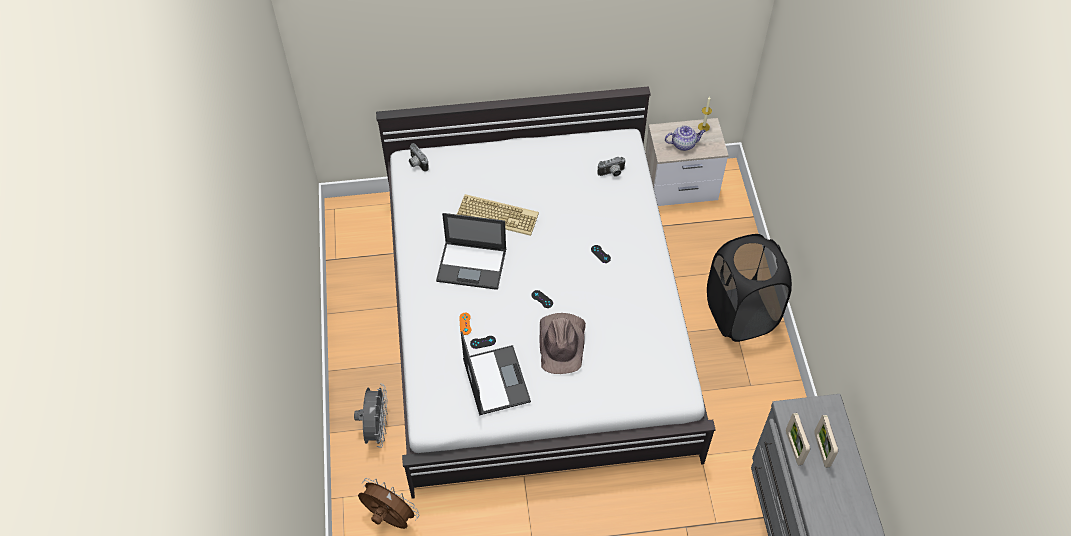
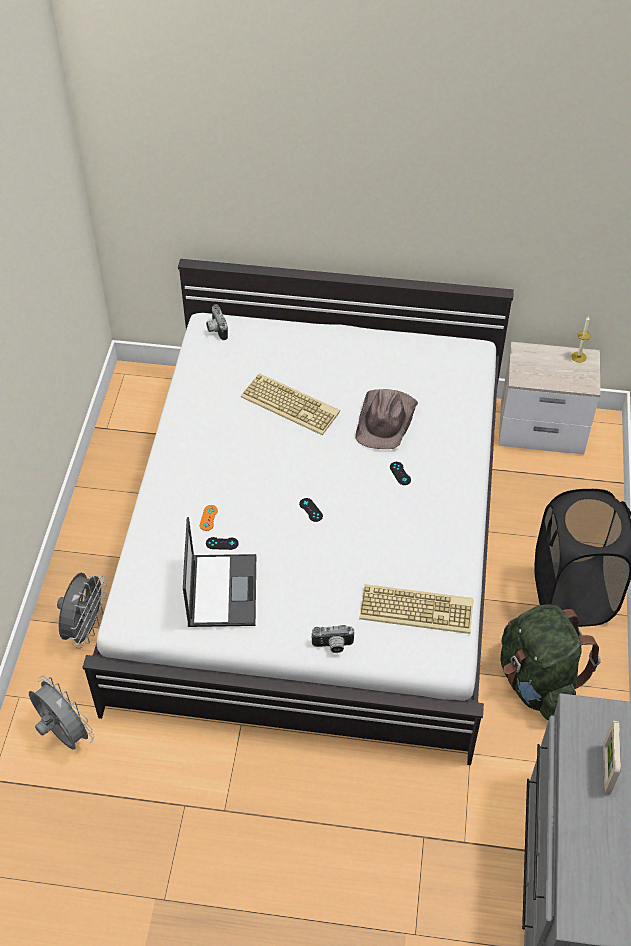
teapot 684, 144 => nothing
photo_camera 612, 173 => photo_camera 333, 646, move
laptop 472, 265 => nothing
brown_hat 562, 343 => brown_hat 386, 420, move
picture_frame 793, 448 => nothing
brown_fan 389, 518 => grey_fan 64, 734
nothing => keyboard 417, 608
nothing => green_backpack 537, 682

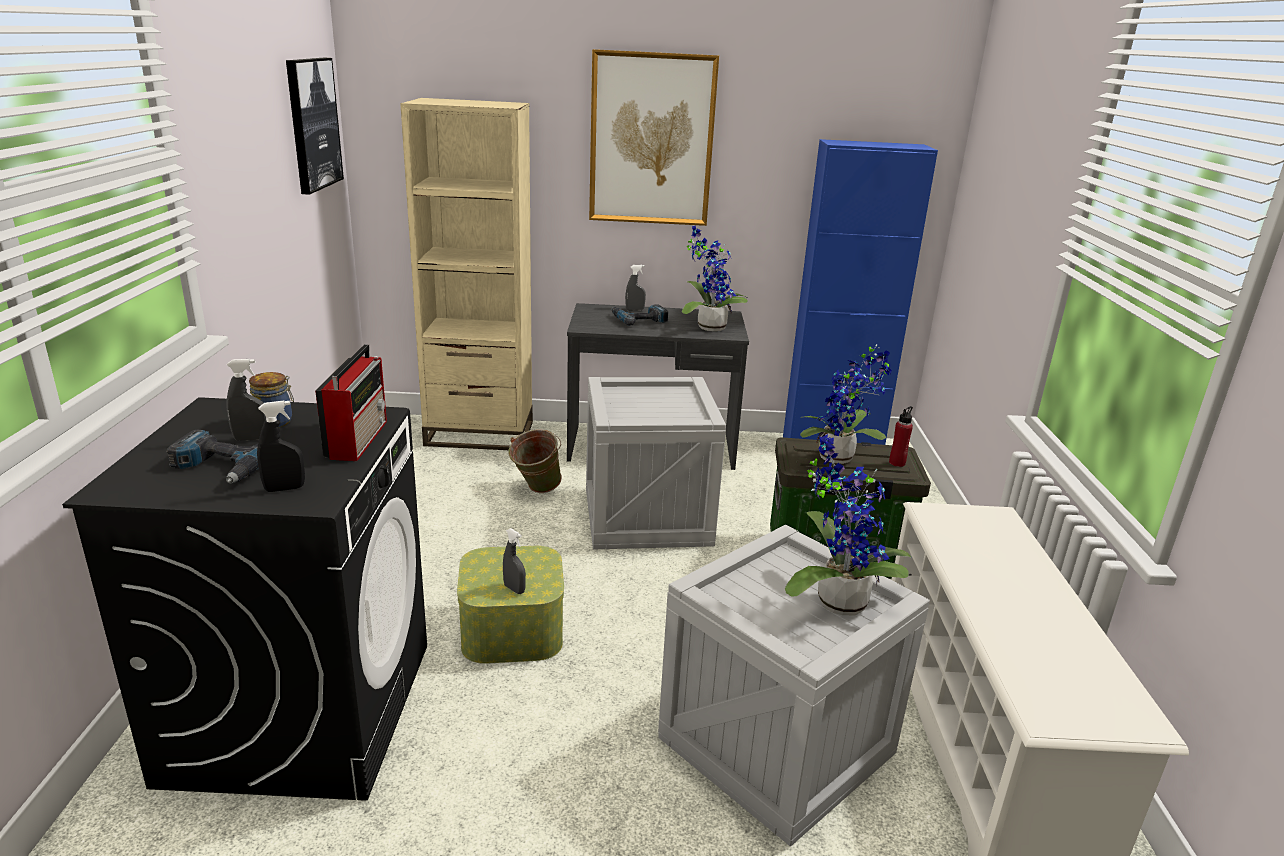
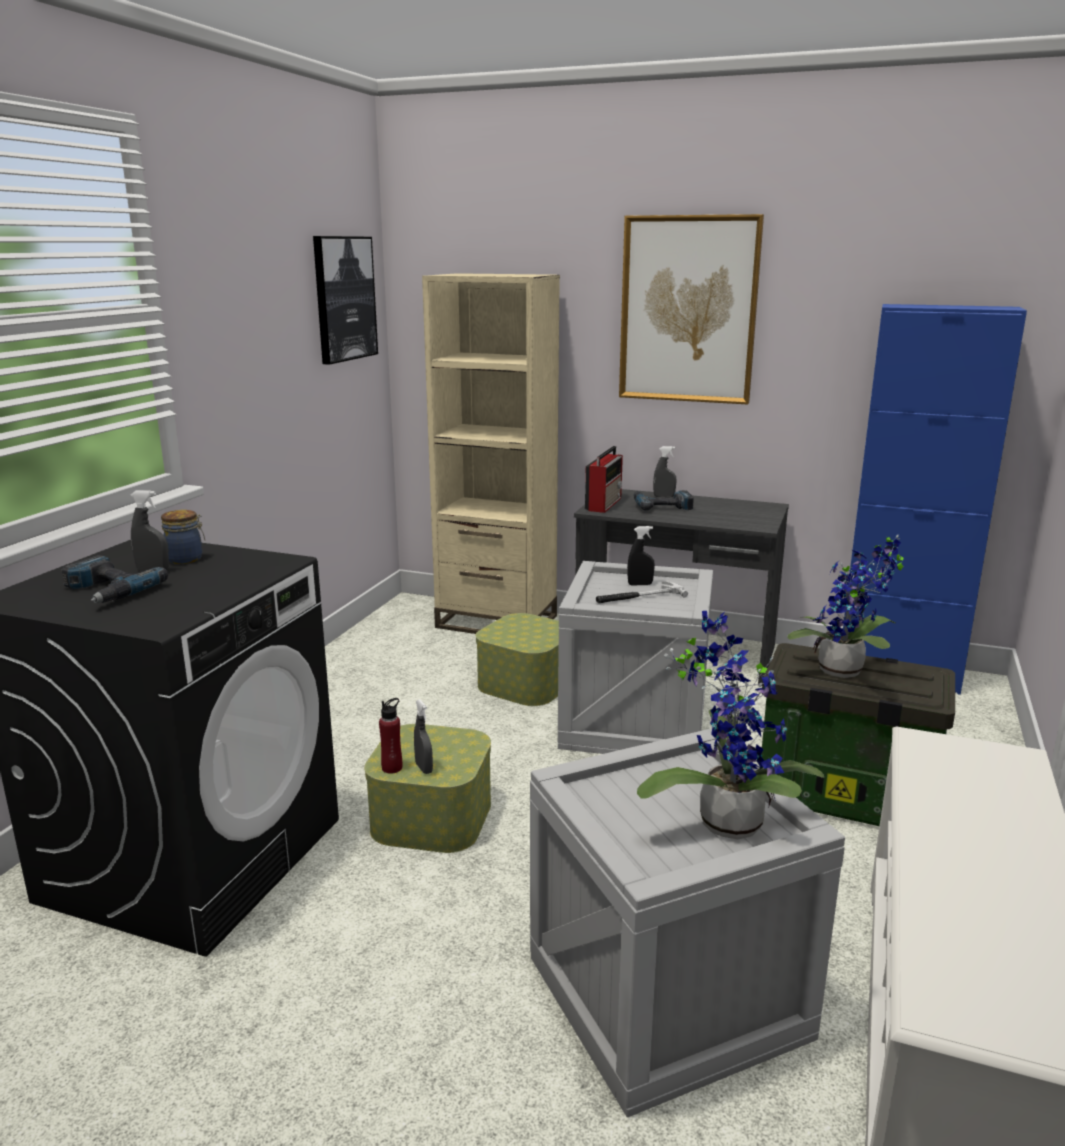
potted_plant 708, 327 => nothing
radio 358, 438 => radio 604, 504, move
black_spray_bottle 284, 489 => black_spray_bottle 640, 584, move
red_bottle 897, 463 => red_bottle 392, 768, move
green_bucket 536, 491 => storage_box 526, 683
nothing => hammer 639, 597

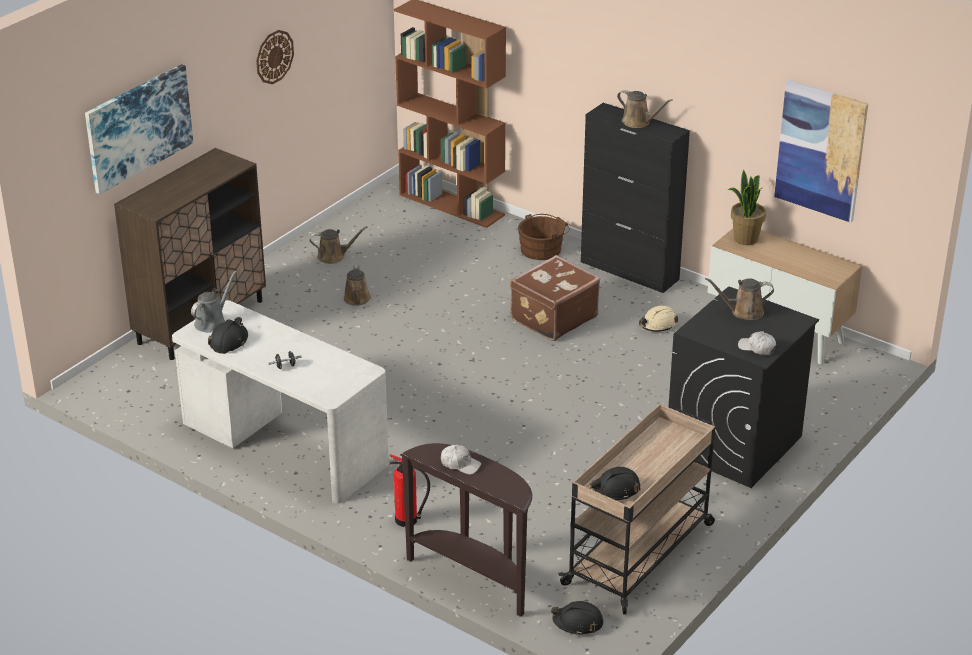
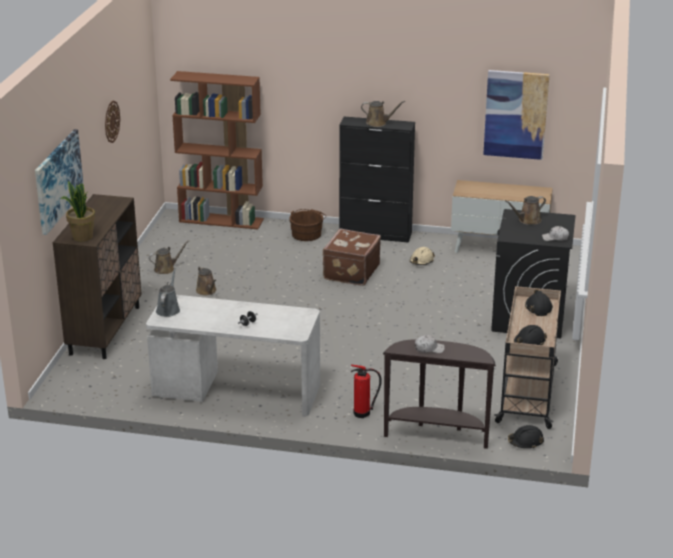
potted_plant 745, 239 => potted_plant 82, 237, move
black_hard_hat 229, 342 => black_hard_hat 538, 308, move

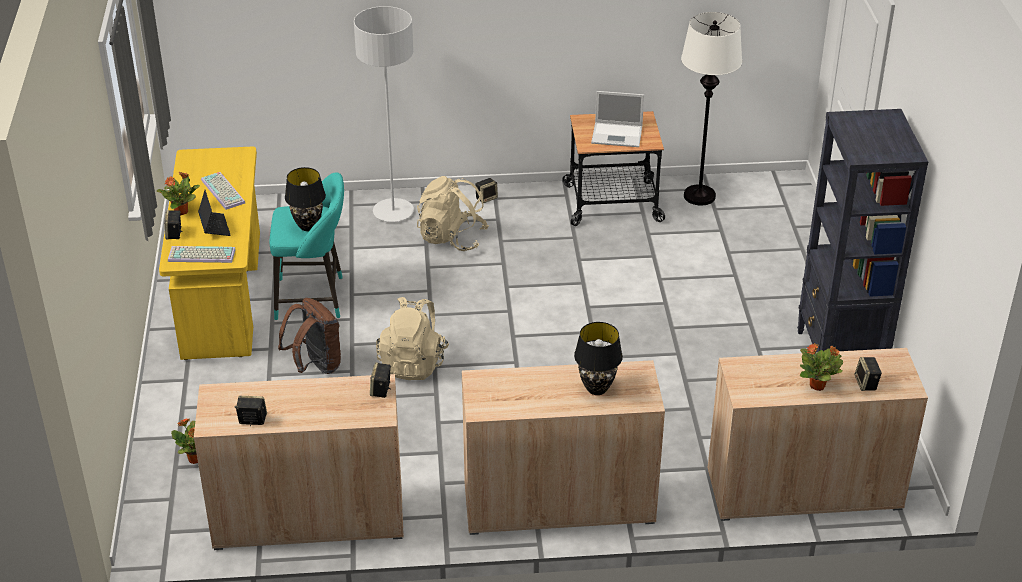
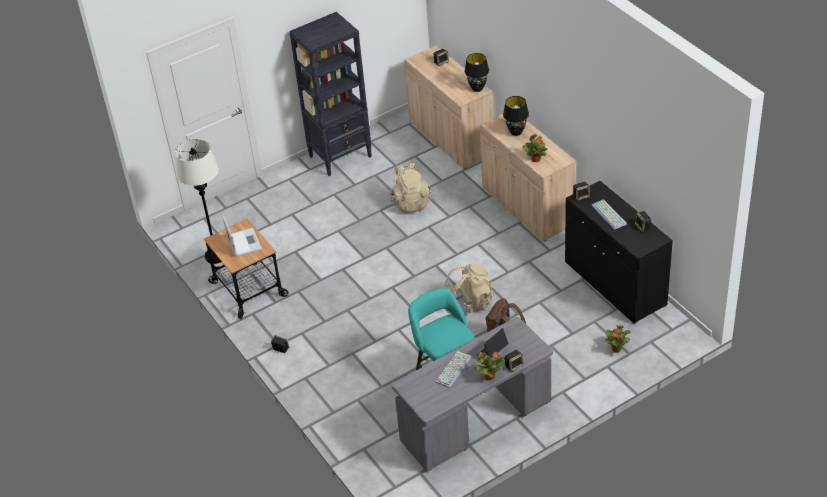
grey_floor_lamp 393, 212 => nothing
yellow_desk 222, 295 => grey_desk 476, 422
black_table_lamp 308, 226 => black_table_lamp 477, 88, move
beige_backpack 452, 238 => beige_backpack 410, 202, move
keyboard 200, 256 => keyboard 610, 215, move
potted_plant 818, 386 => potted_plant 535, 159, move
beige_cabinet 309, 517 => black_cabinet 614, 284

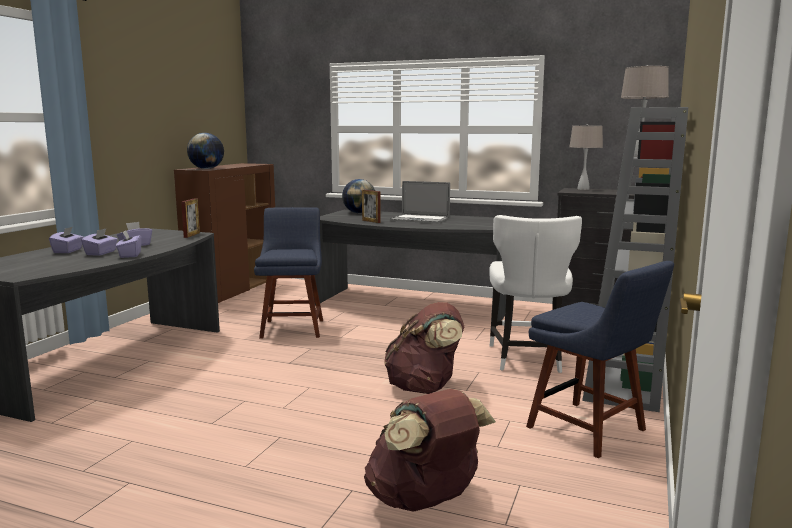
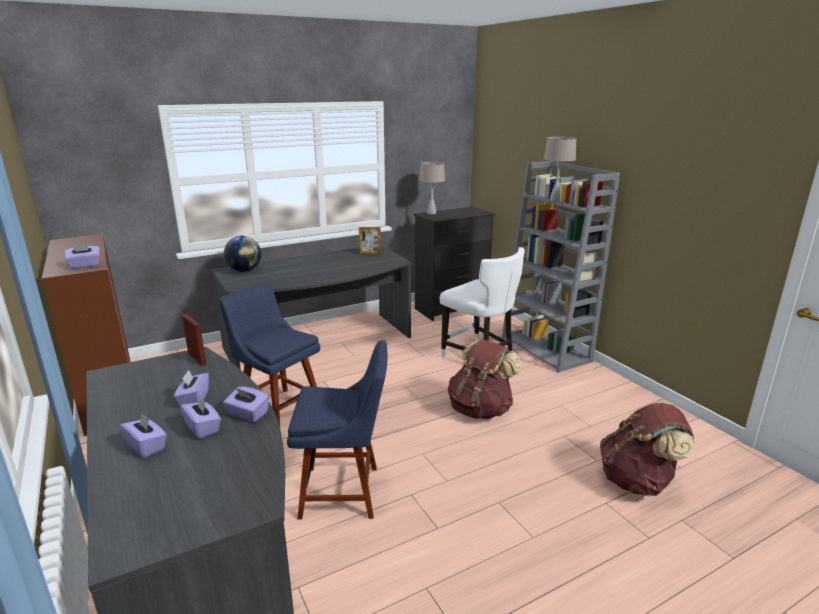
globe 206, 169 => purple_tissue_box 85, 265
laptop 420, 219 => nothing
picture_frame 371, 221 => picture_frame 370, 254, move
blue_chair 591, 430 => blue_chair 345, 491, move

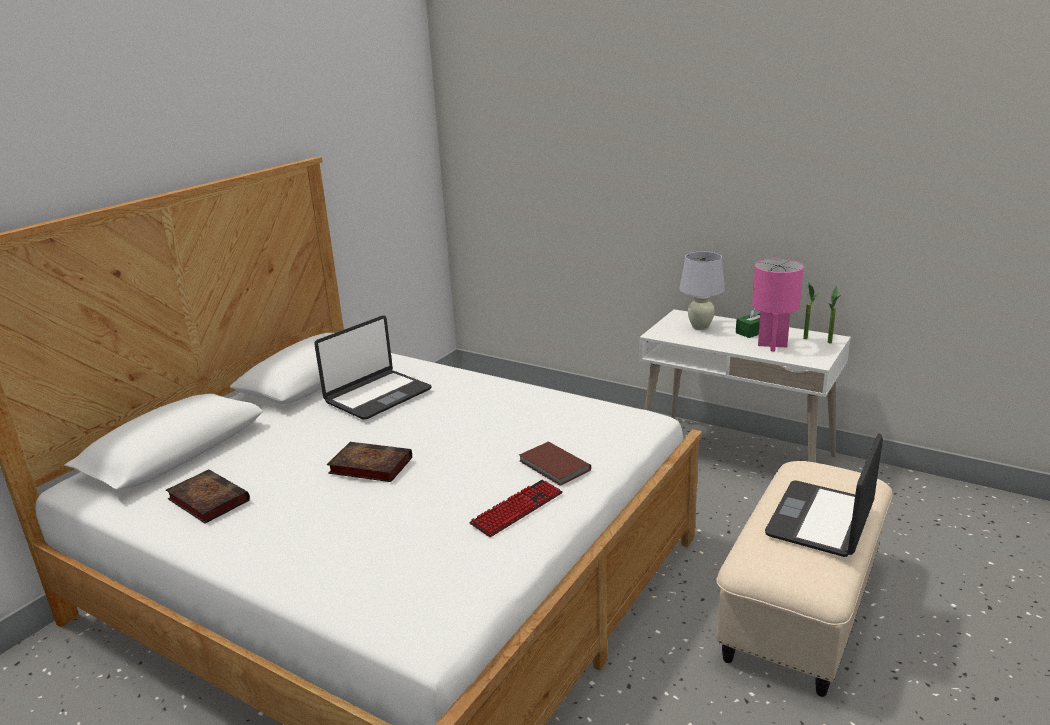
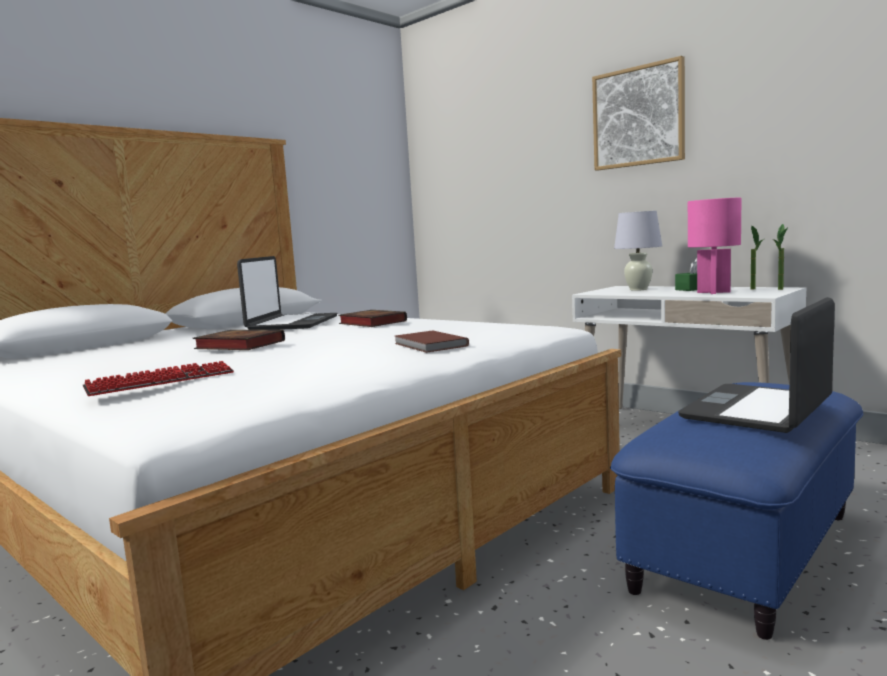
laptop 377, 395 => laptop 292, 324, 45 degrees counterclockwise
beige_ottoman 803, 610 => blue_ottoman 747, 552
book 206, 500 => book 370, 323, move
keyboard 517, 509 => keyboard 161, 381, move
nothing => picture 638, 117

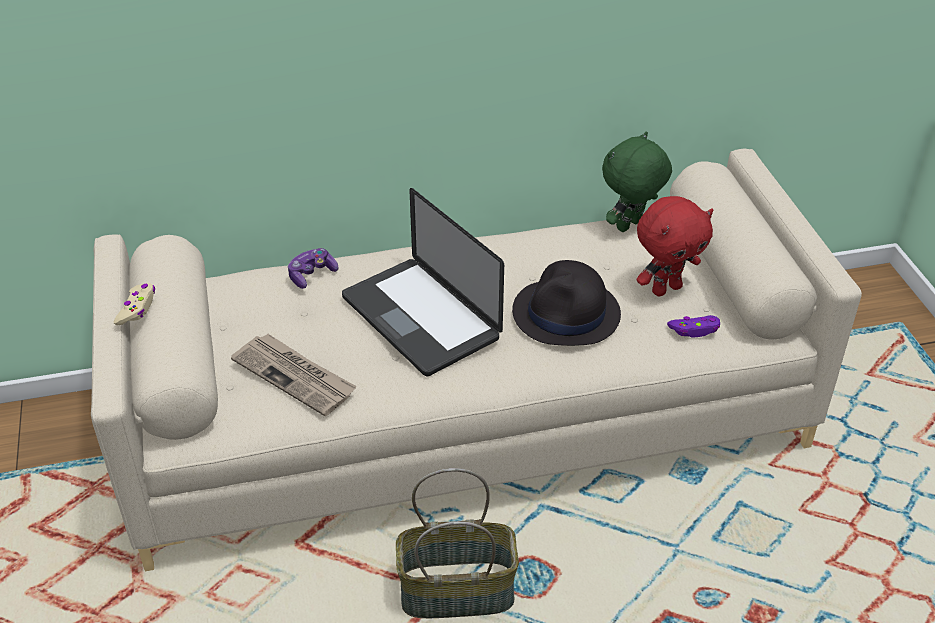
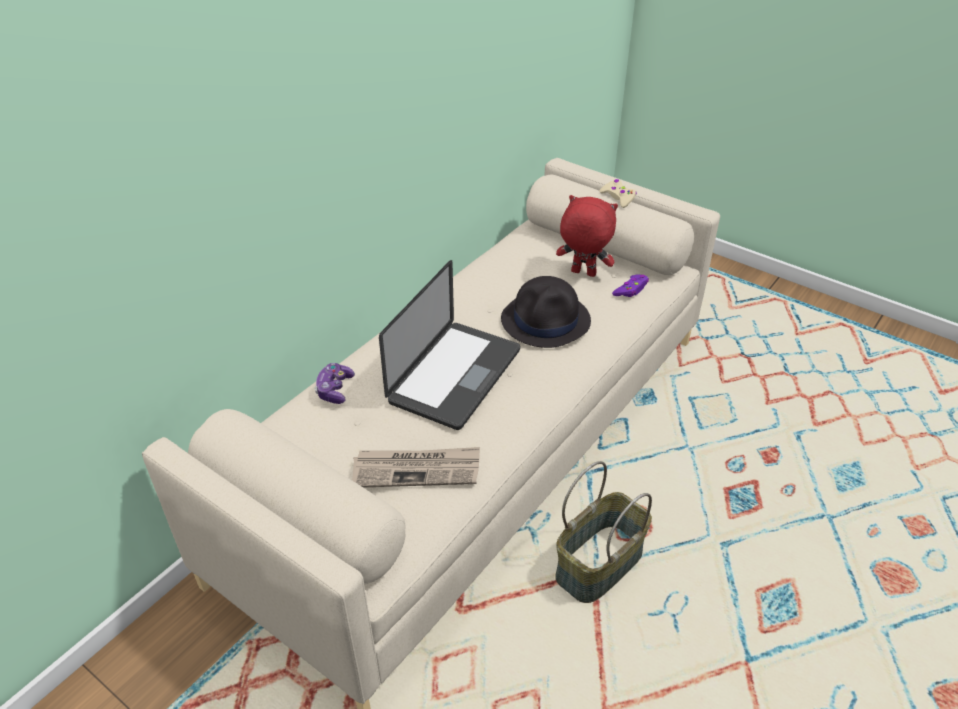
green_plush_toy 630, 226 => nothing
laptop 420, 318 => laptop 455, 376, 75 degrees counterclockwise
red_plush_toy 666, 288 => red_plush_toy 582, 274, 90 degrees counterclockwise
beige_game_controller 137, 309 => beige_game_controller 618, 197, move

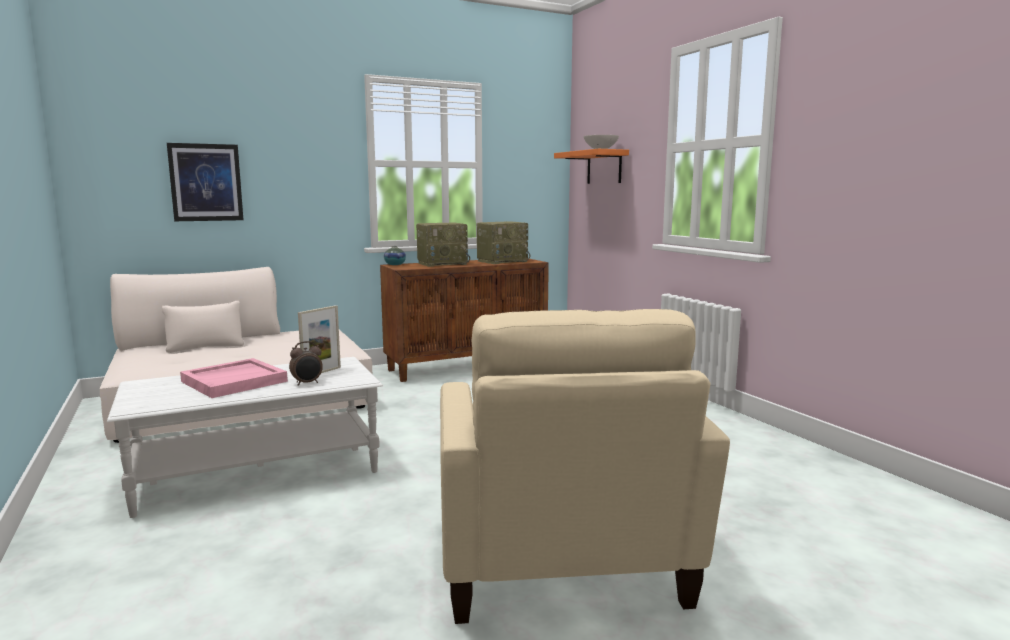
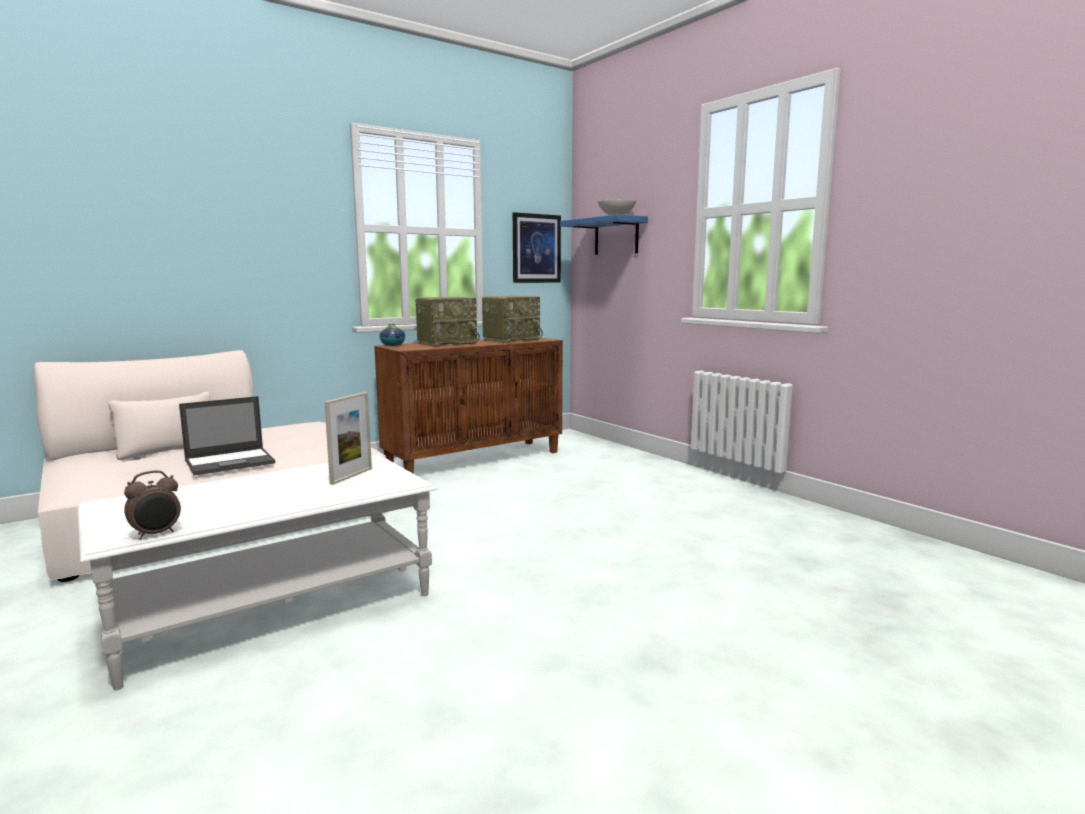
picture 206, 182 => picture 536, 248, move
orange_shelf 604, 167 => blue_shelf 616, 236
beige_armchair 560, 564 => nothing
alarm_clock 307, 383 => alarm_clock 156, 534, move
pink_tray 234, 381 => nothing
nothing => laptop 231, 462

